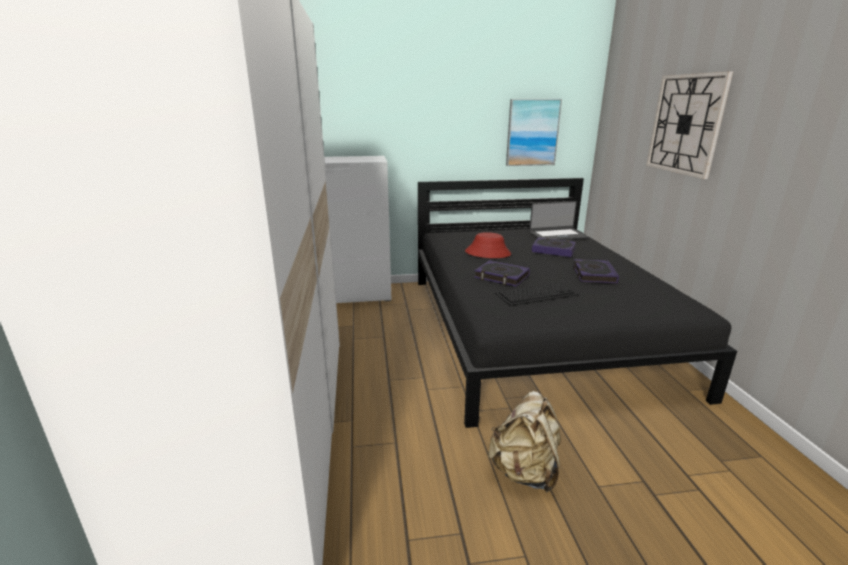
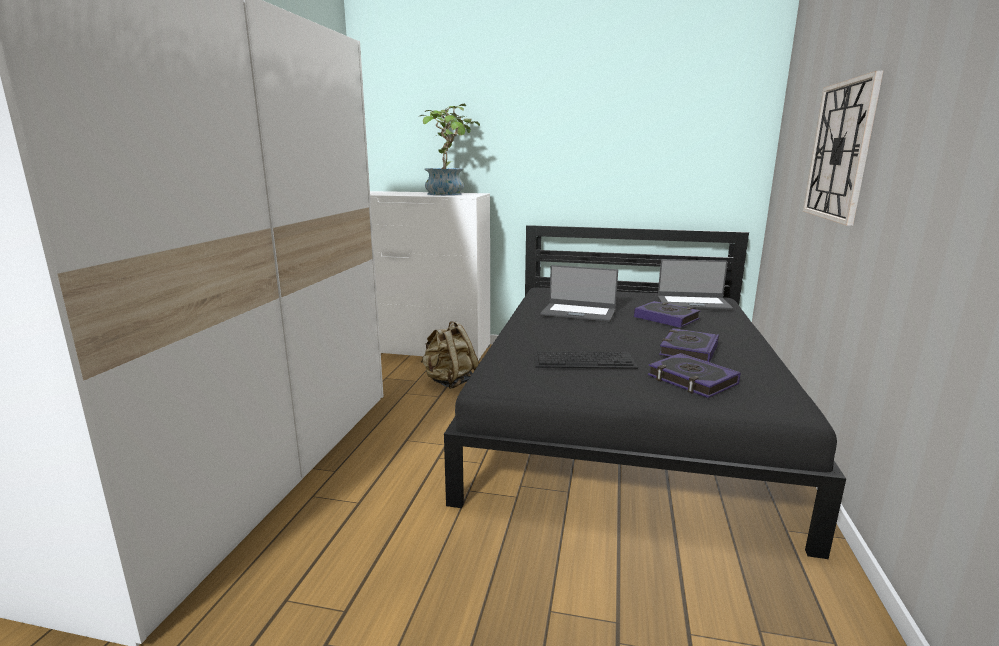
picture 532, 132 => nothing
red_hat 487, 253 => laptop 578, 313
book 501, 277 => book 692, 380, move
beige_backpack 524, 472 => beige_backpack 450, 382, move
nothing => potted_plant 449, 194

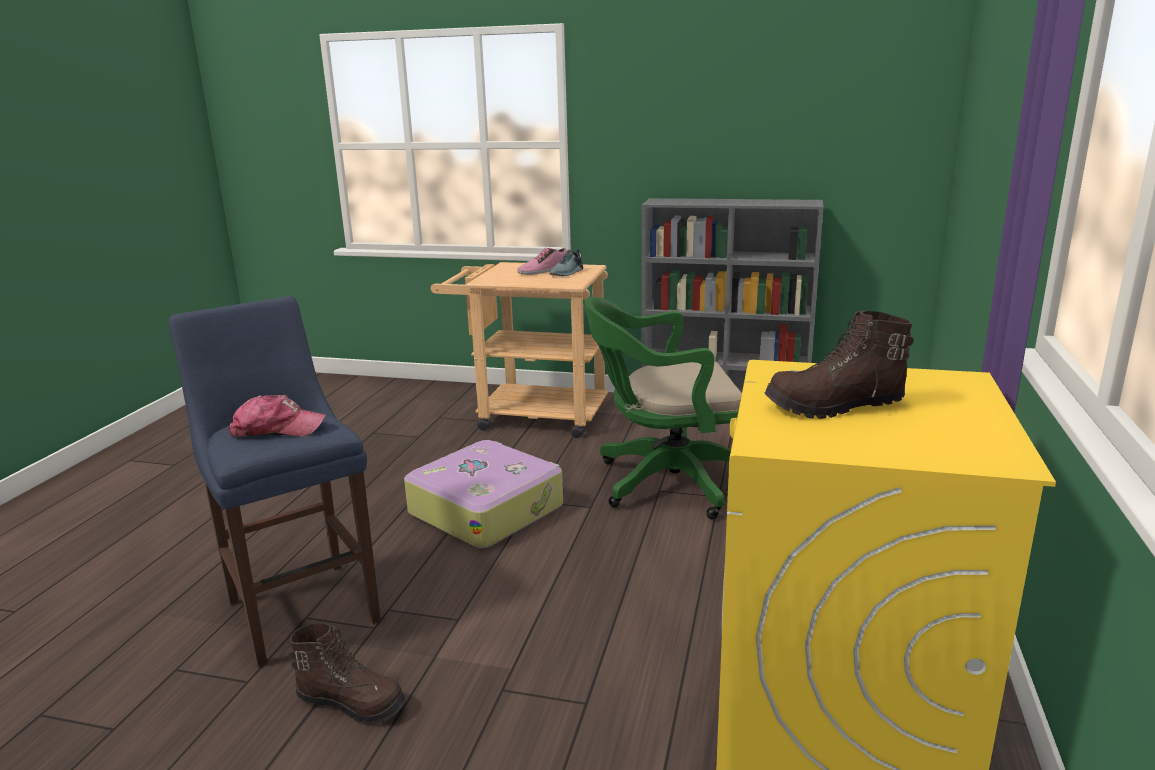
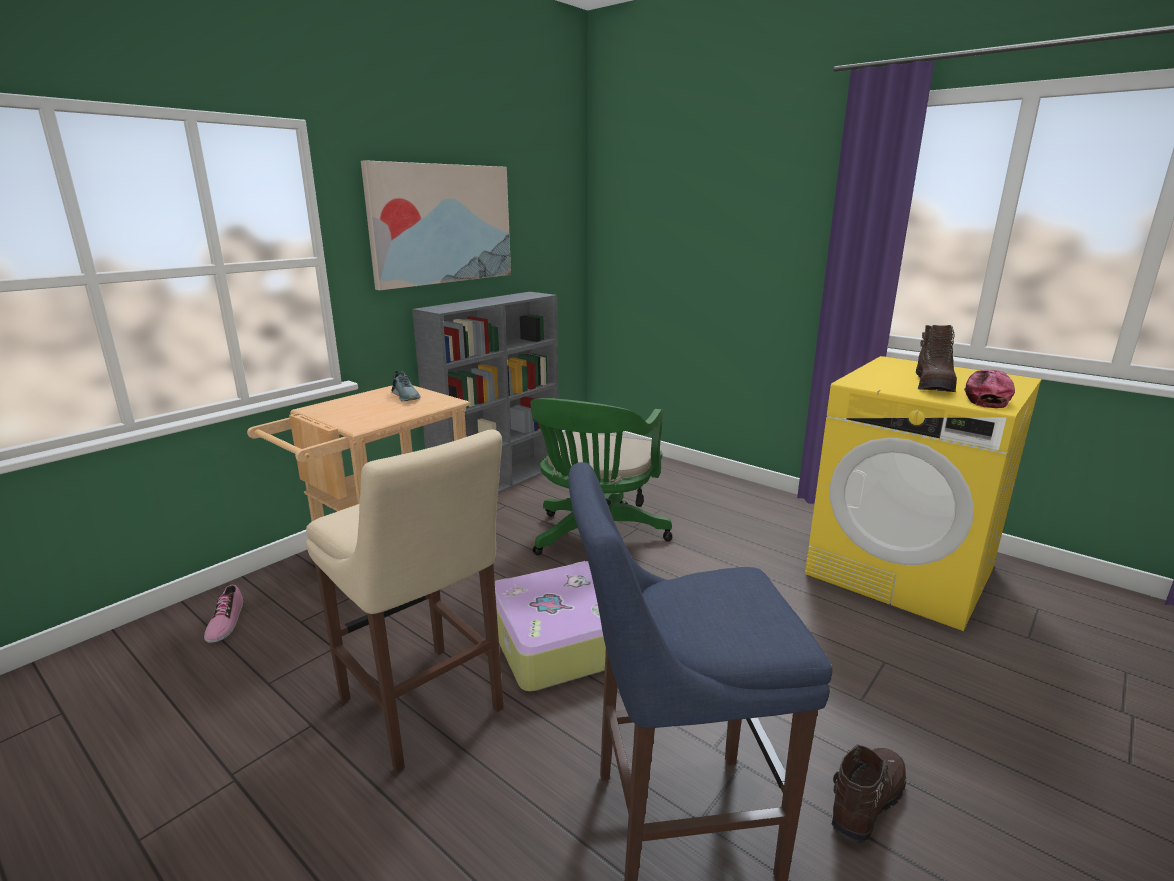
shoe 543, 270 => shoe 225, 622, move
cap 277, 429 => cap 984, 397, move
nothing => picture 441, 224
nothing => beige_stool 424, 709

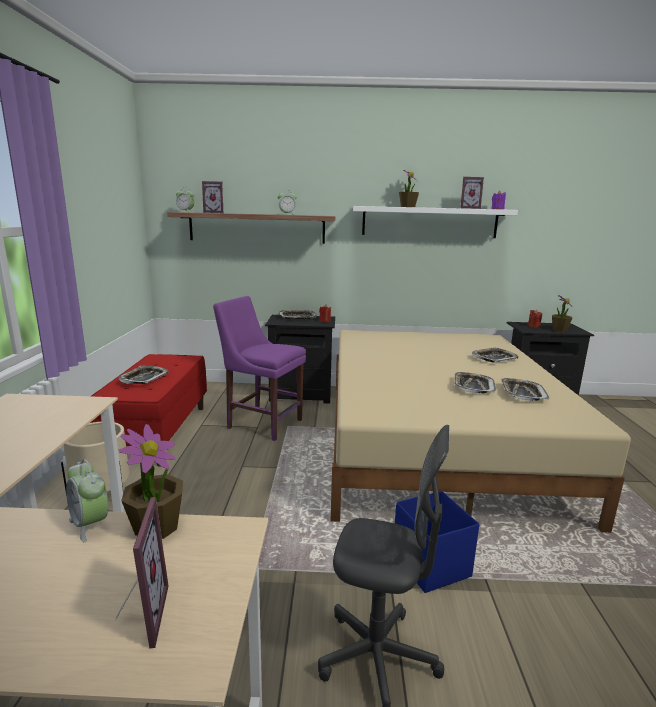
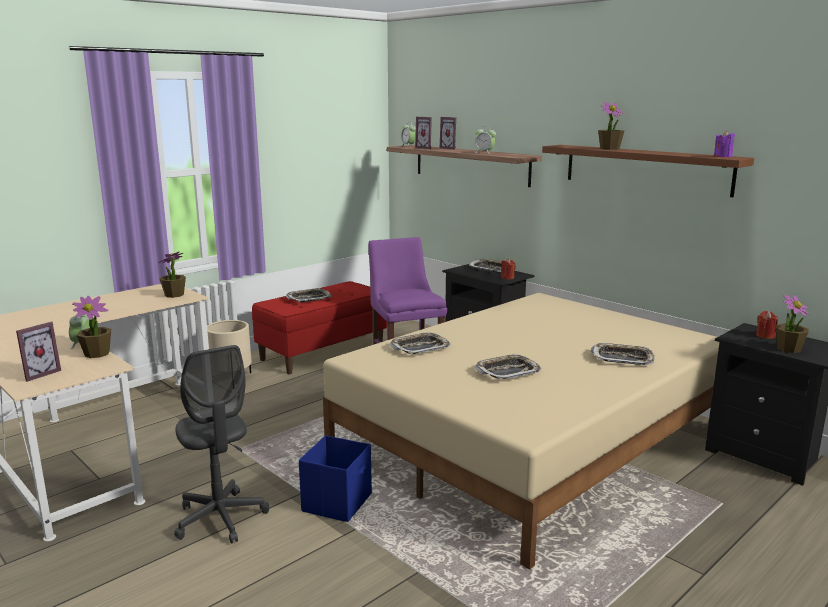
picture_frame 469, 208 => picture_frame 450, 148, move
white_shelf 429, 222 => brown_shelf 645, 169
tray 522, 393 => tray 420, 347, move
nothing => potted_plant 174, 295

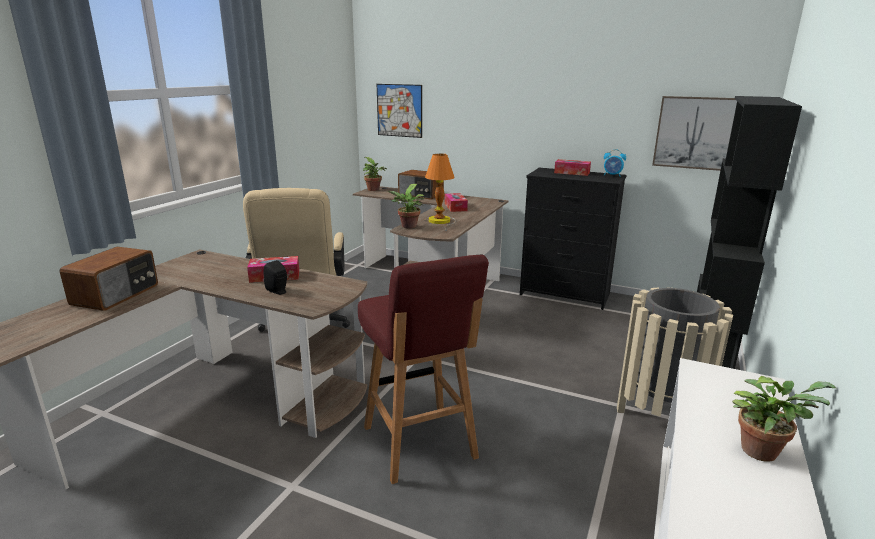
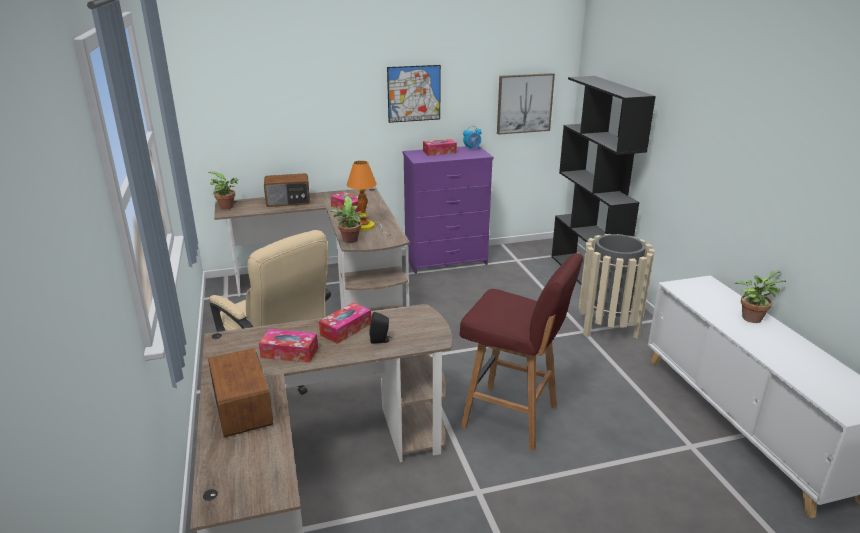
picture 399, 110 => picture 414, 93, move
black_dresser 565, 294 => purple_dresser 447, 261
nothing => tissue_box 289, 352

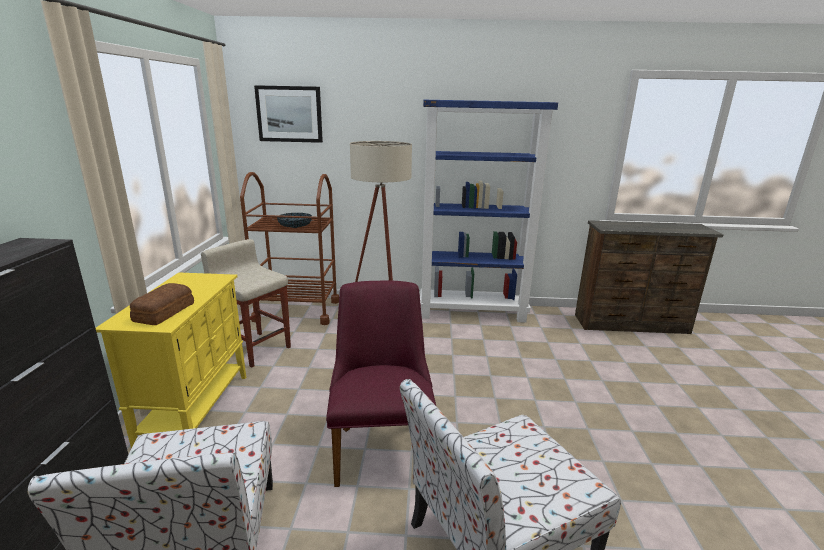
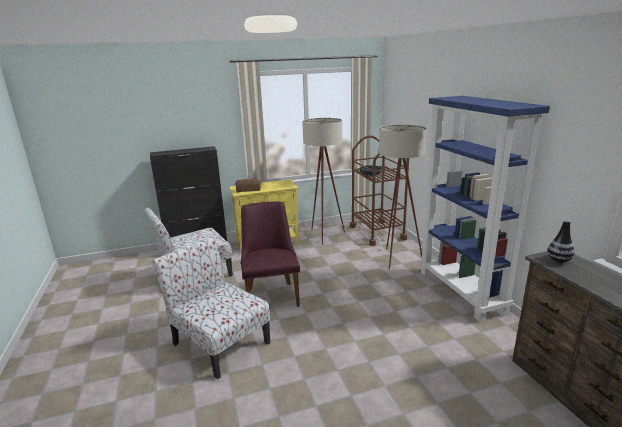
picture 289, 114 => nothing
beige_stool 255, 348 => beige_floor_lamp 325, 237
purple_chair 382, 445 => purple_chair 271, 294, 75 degrees counterclockwise
nothing => vase 558, 260

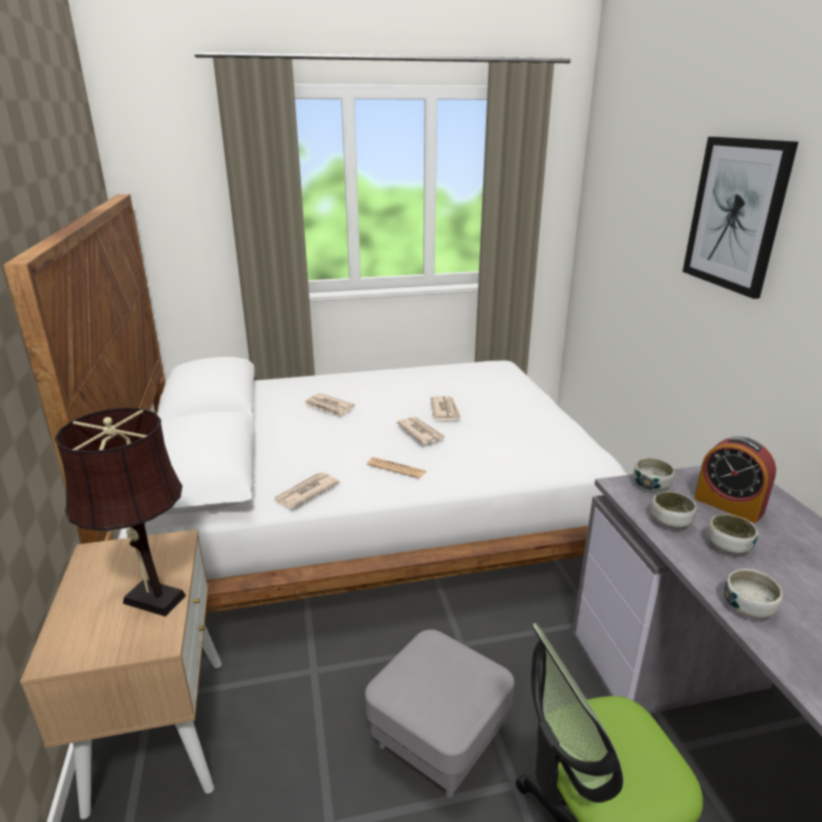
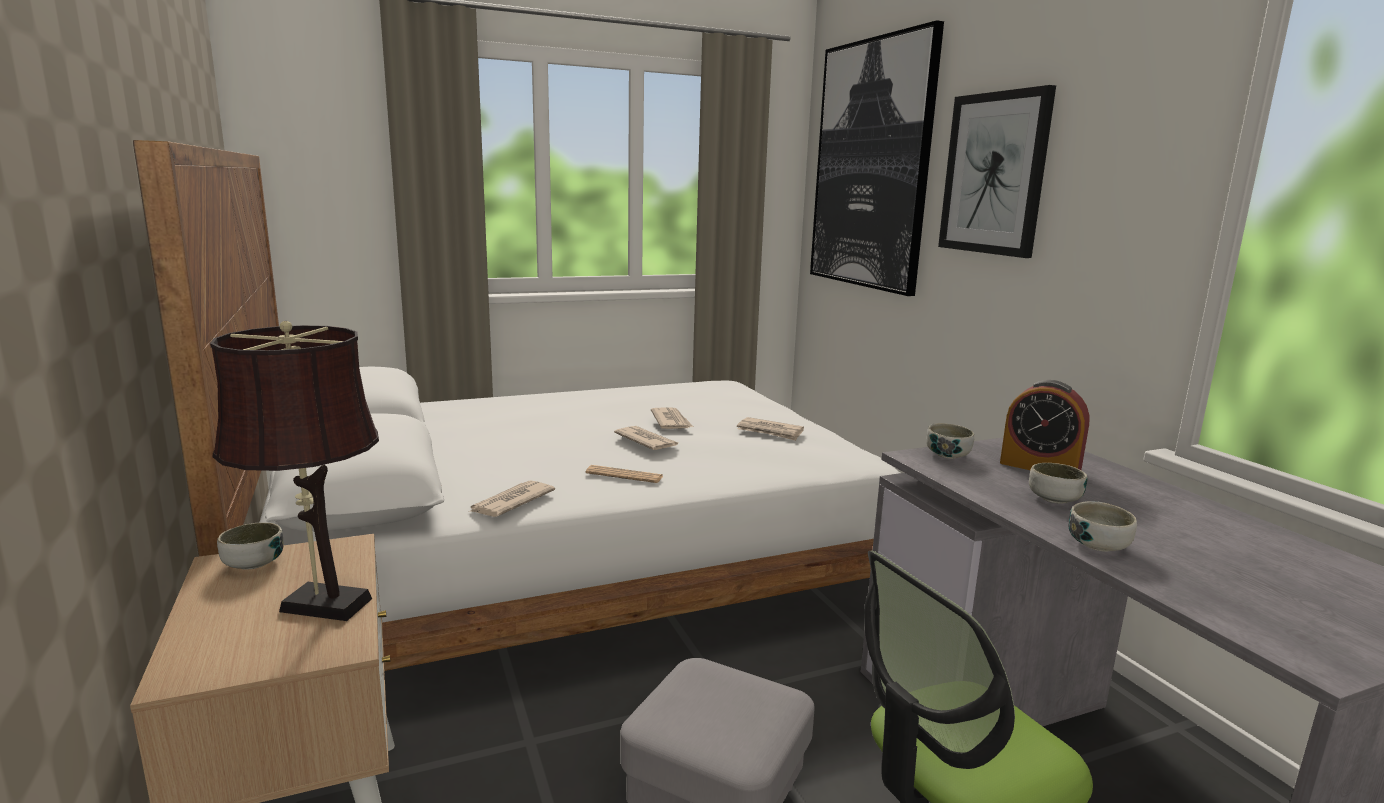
newspaper 329, 407 => newspaper 770, 431, move
bowl 670, 522 => bowl 253, 563, move
nothing => picture 871, 165

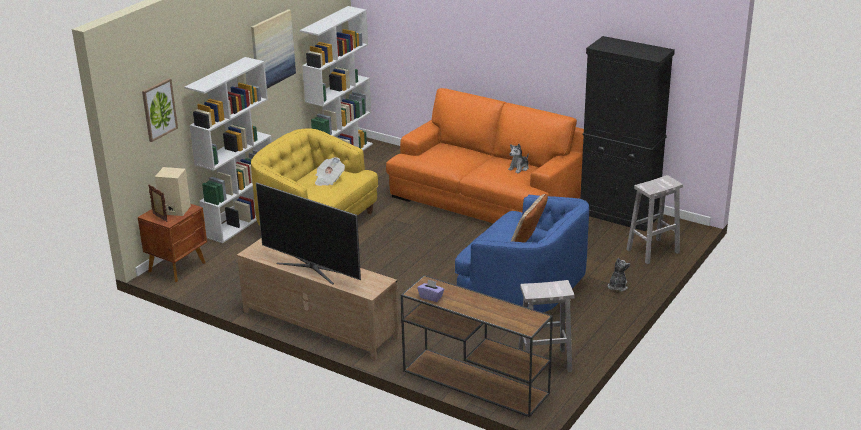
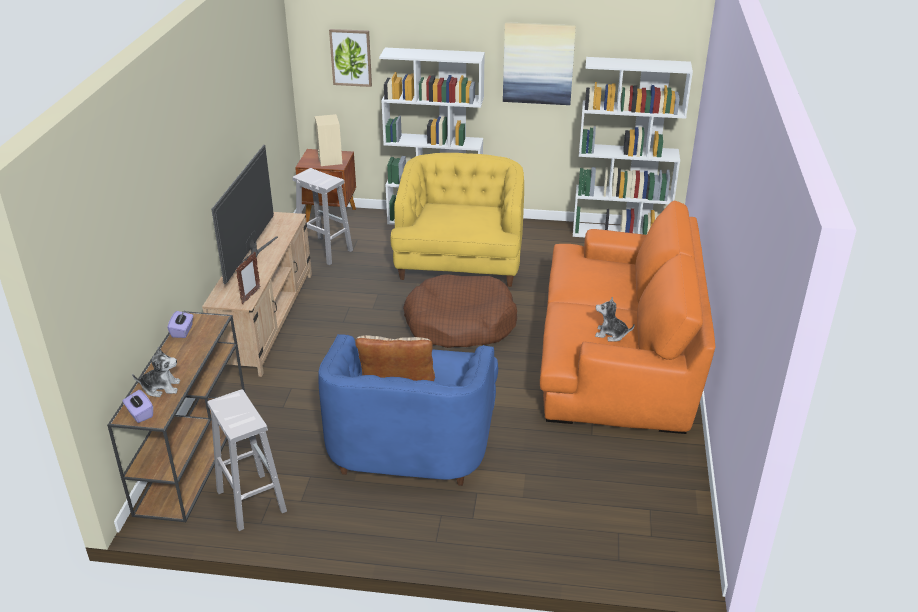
black_cabinet 619, 214 => nothing
newspaper 329, 180 => nothing
white_stool 652, 251 => white_stool 324, 251, move
picture_frame 160, 218 => picture_frame 250, 296, move
plush_toy 617, 286 => plush_toy 161, 387, move
nothing => brown_dog_bed 460, 324
nothing => purple_tissue_box 140, 414

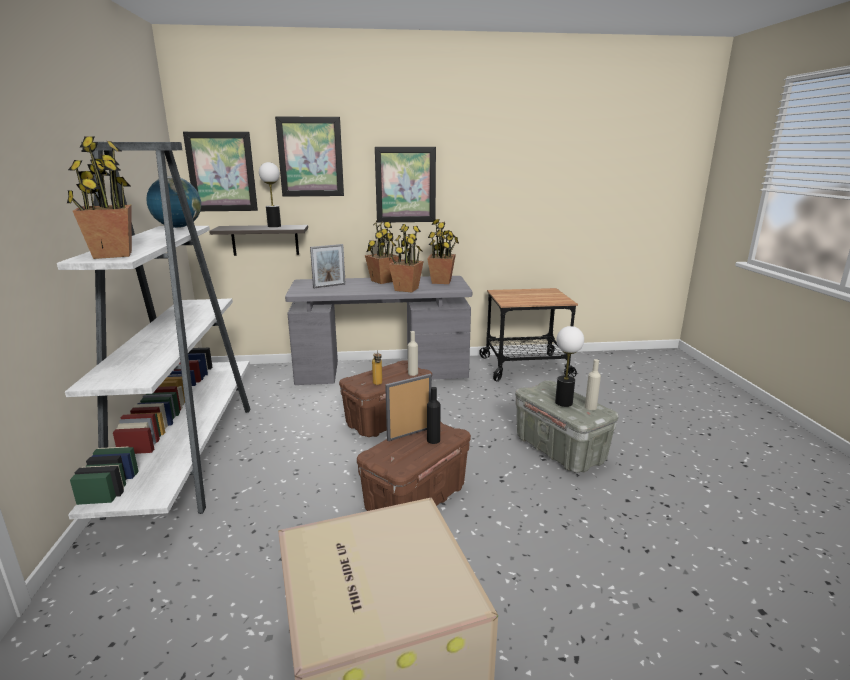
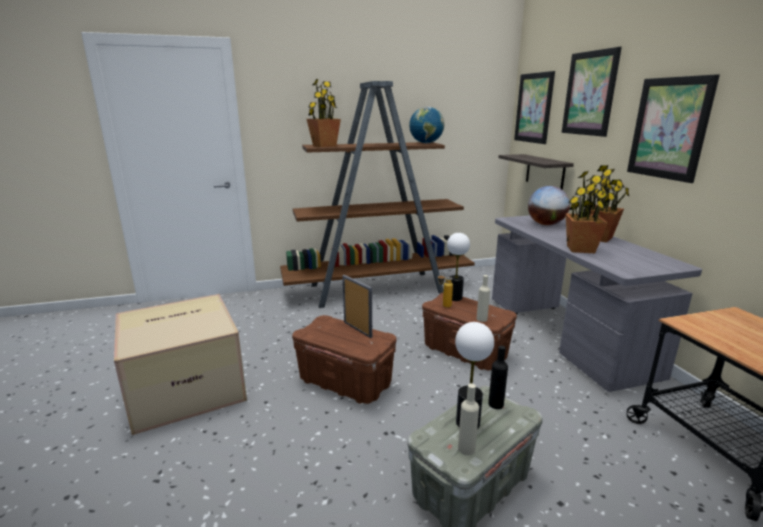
white_bookcase 188, 453 => brown_bookcase 378, 289
table_lamp 274, 226 => table_lamp 454, 298, move
potted_plant 441, 281 => nothing
picture_frame 329, 286 => globe 546, 224
black_bottle 433, 440 => black_bottle 495, 404, move

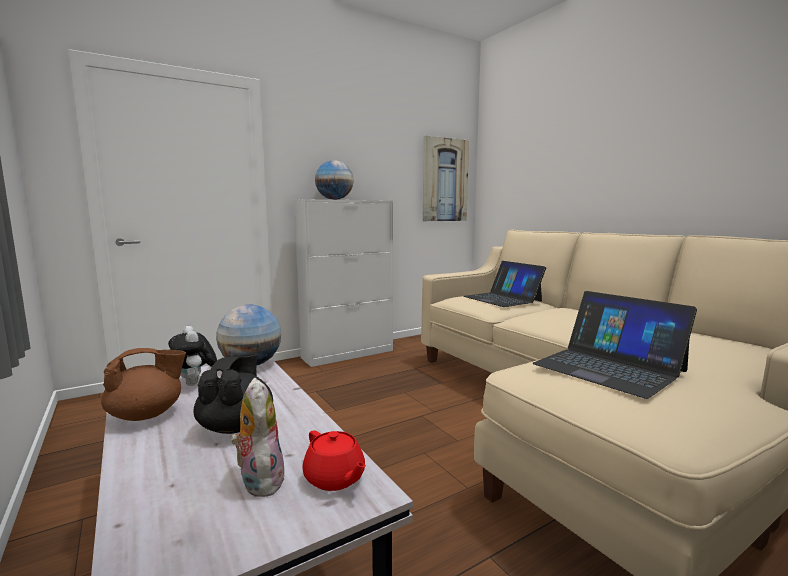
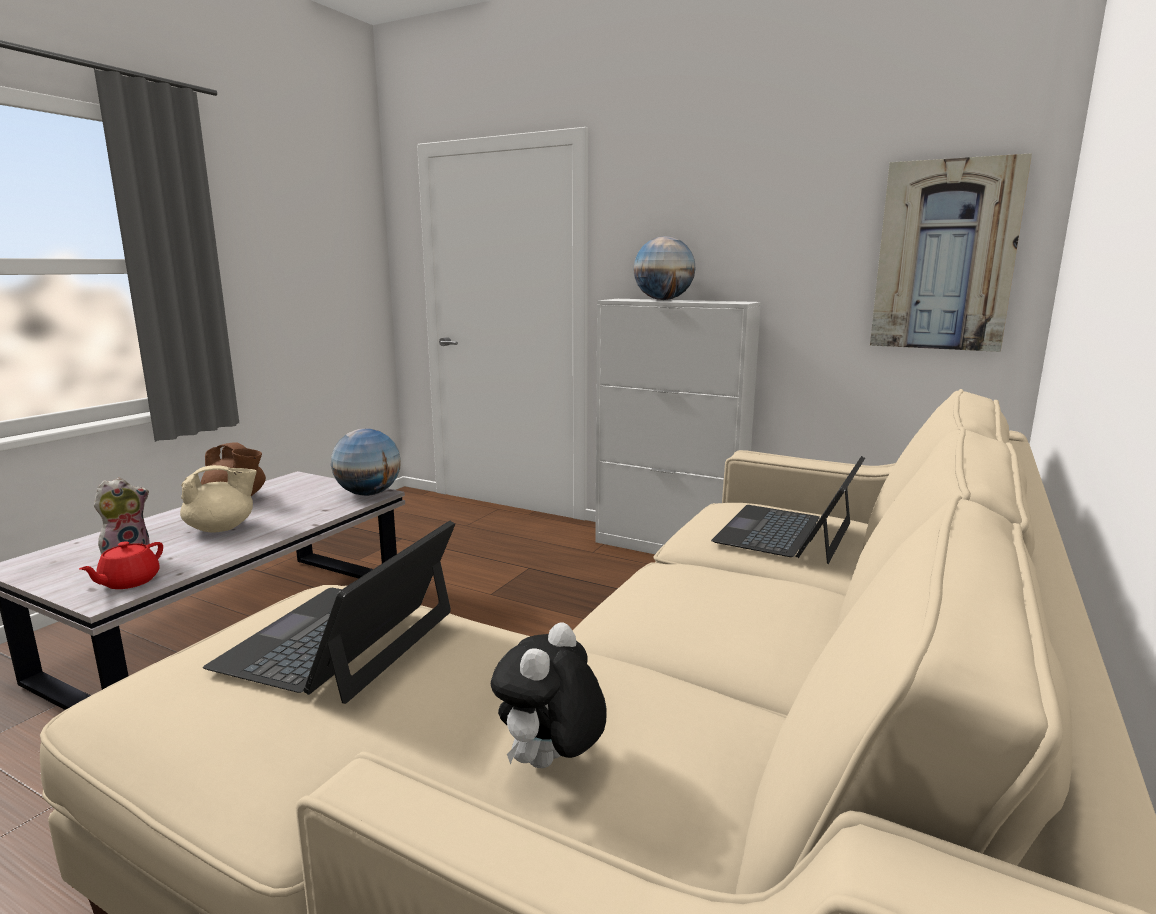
plush_toy 196, 384 => plush_toy 550, 765, move
black_teapot 236, 426 => beige_teapot 222, 528

